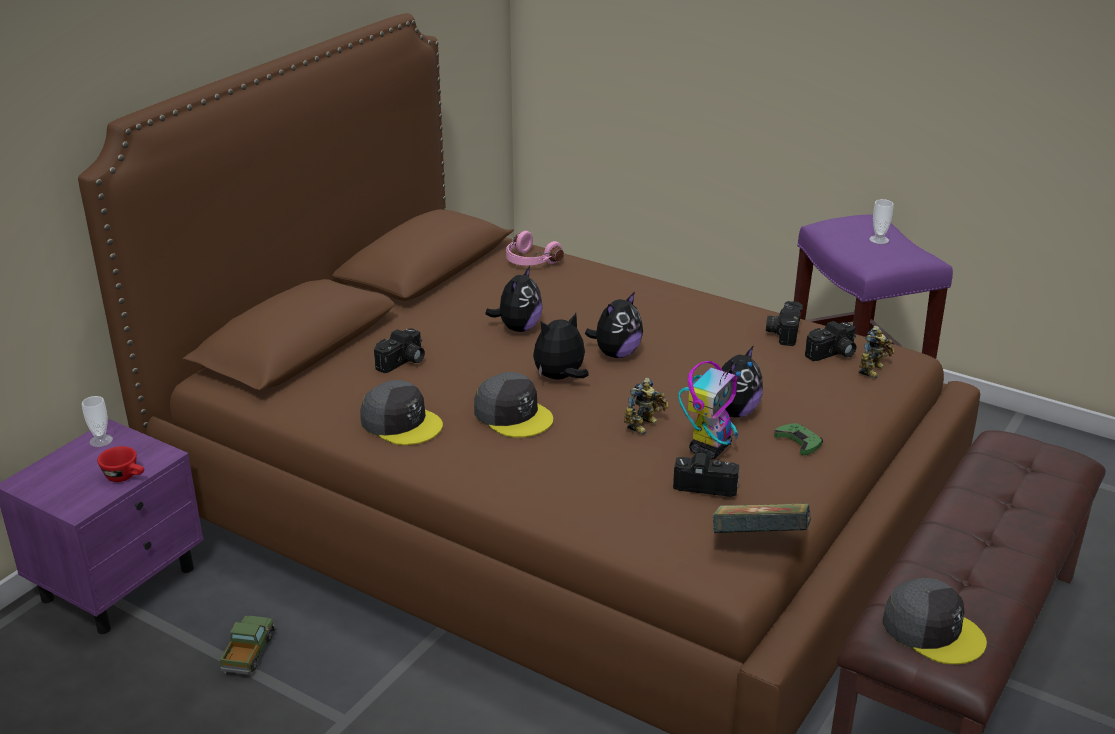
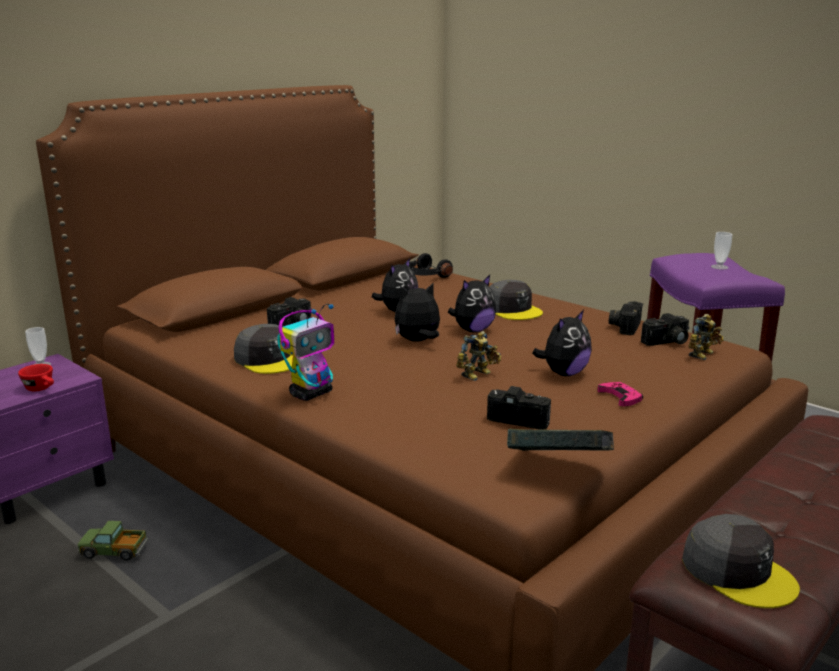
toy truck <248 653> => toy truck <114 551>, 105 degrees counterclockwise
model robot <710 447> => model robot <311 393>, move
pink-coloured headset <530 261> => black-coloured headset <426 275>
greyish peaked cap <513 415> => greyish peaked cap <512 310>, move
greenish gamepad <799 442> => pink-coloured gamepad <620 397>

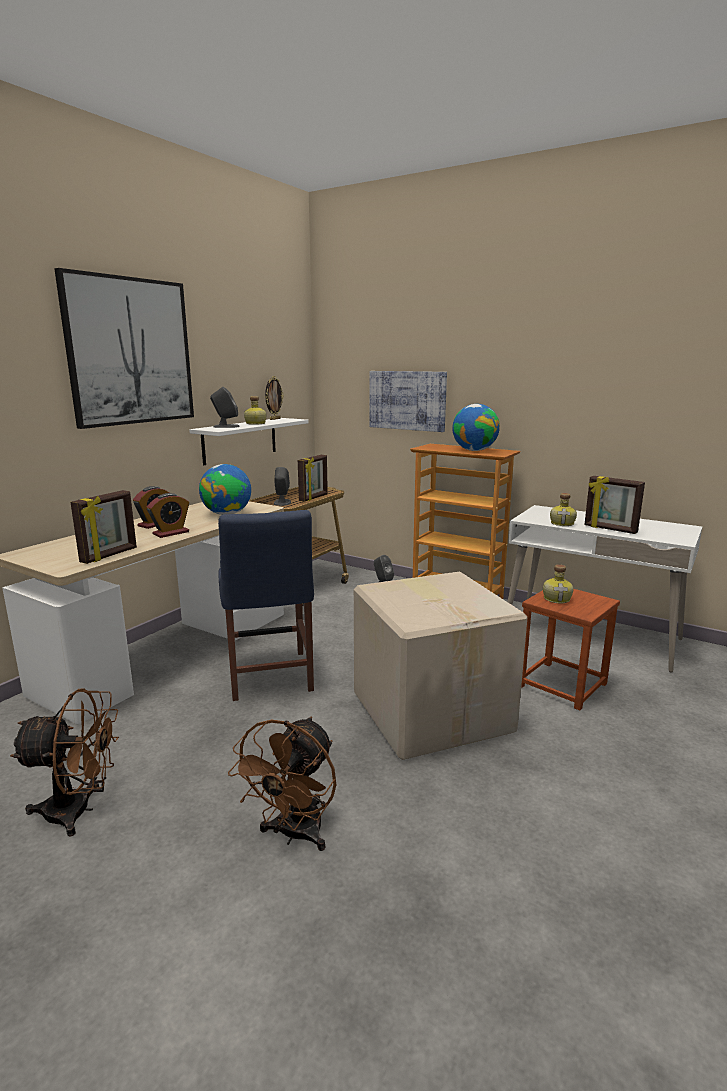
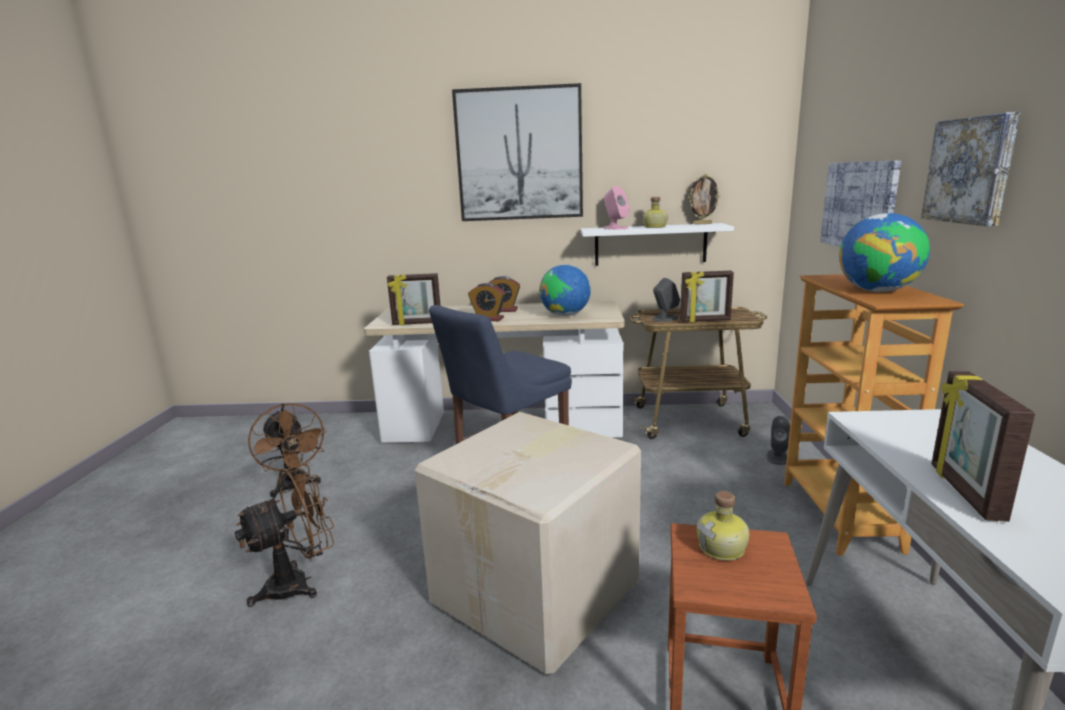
brown-coloured electric fan <294 835> => brown-coloured electric fan <299 583>, 150 degrees clockwise
greyish speaker <226 426> => pink-coloured speaker <615 228>
nothing => picture <971 170>
bottle <563 523> => nothing

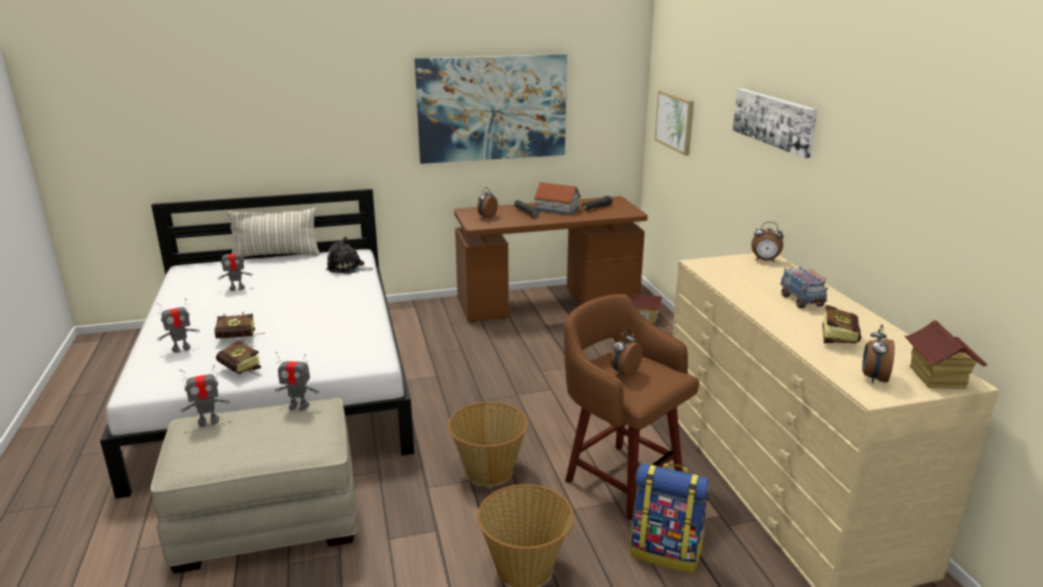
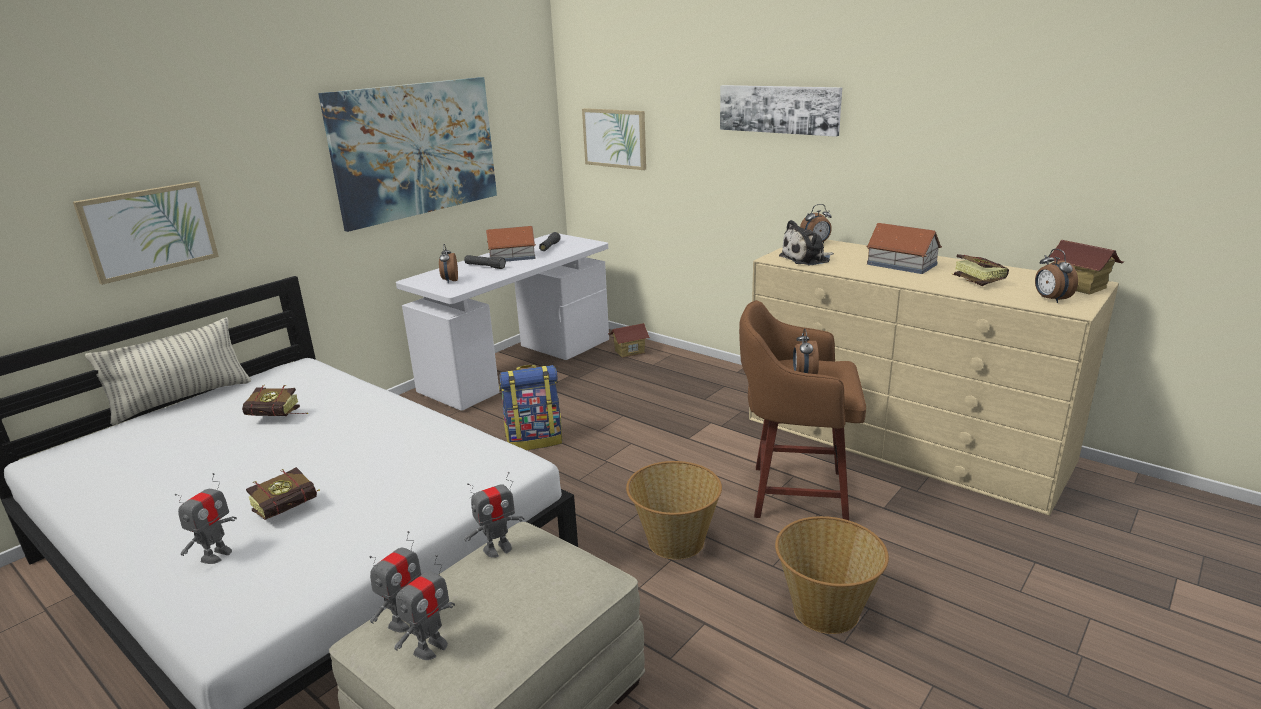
nothing => picture <149 230>
volume <242 371> => volume <279 417>, move
model robot <237 288> => model robot <430 647>, move
brown-coloured desk table <548 302> => whitish desk table <519 366>
backpack <666 552> => backpack <534 440>, move
soft toy <348 268> => soft toy <807 259>, move
toy truck <801 301> => toy house <901 264>

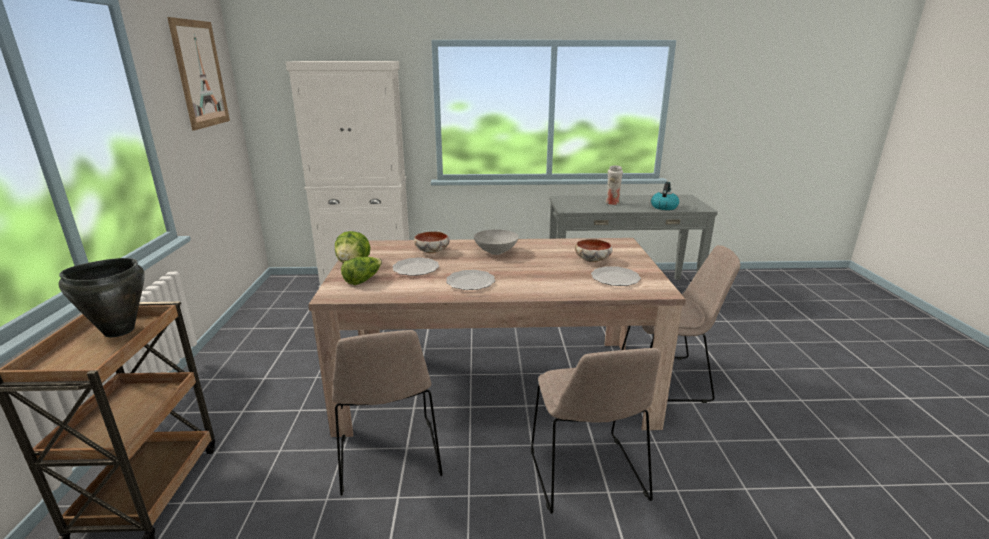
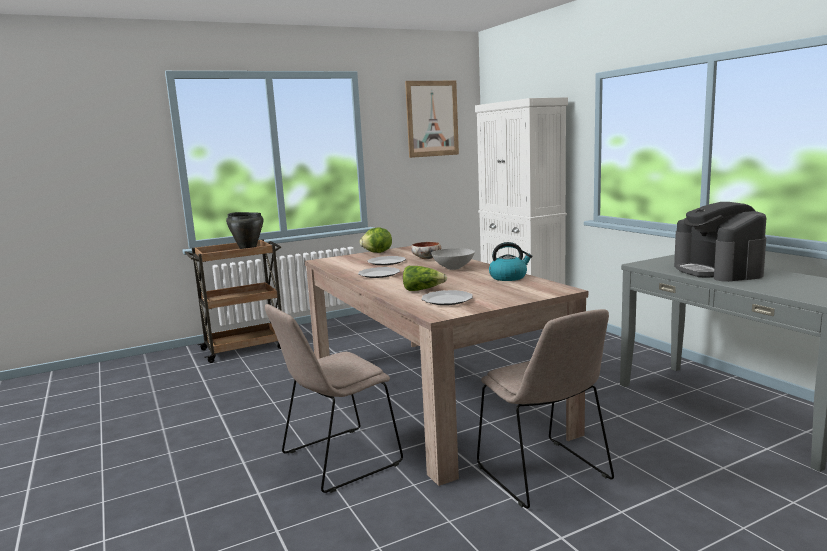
lettuce <363 280> => lettuce <422 290>, move
kettle <664 207> => kettle <508 277>, move
whitish decorative vase <612 203> => coffee machine <717 271>
beige-coloured upright chair <389 458> => nothing
deep dish <593 260> => nothing

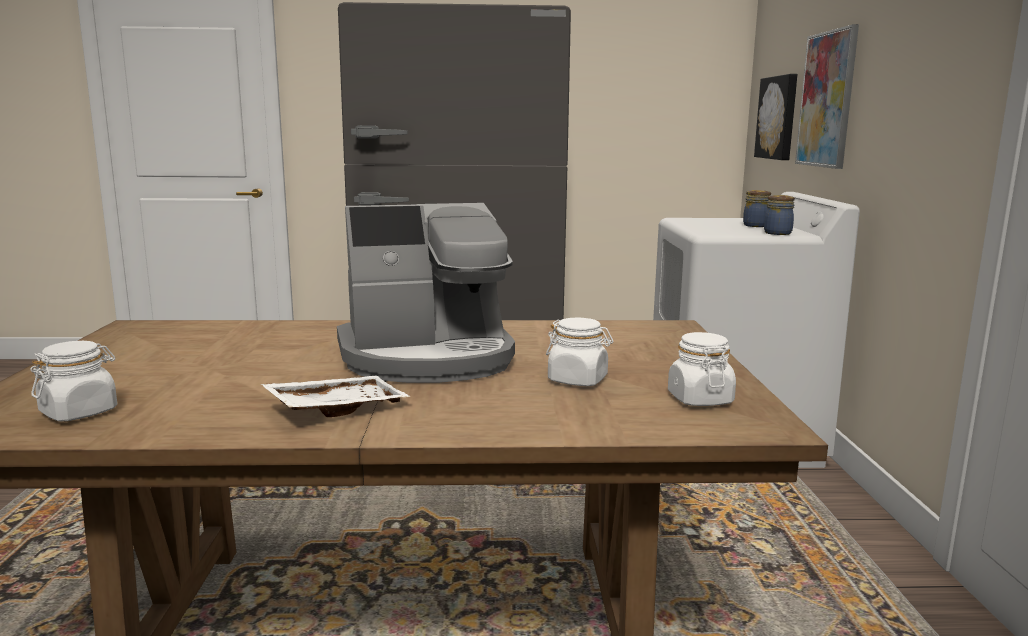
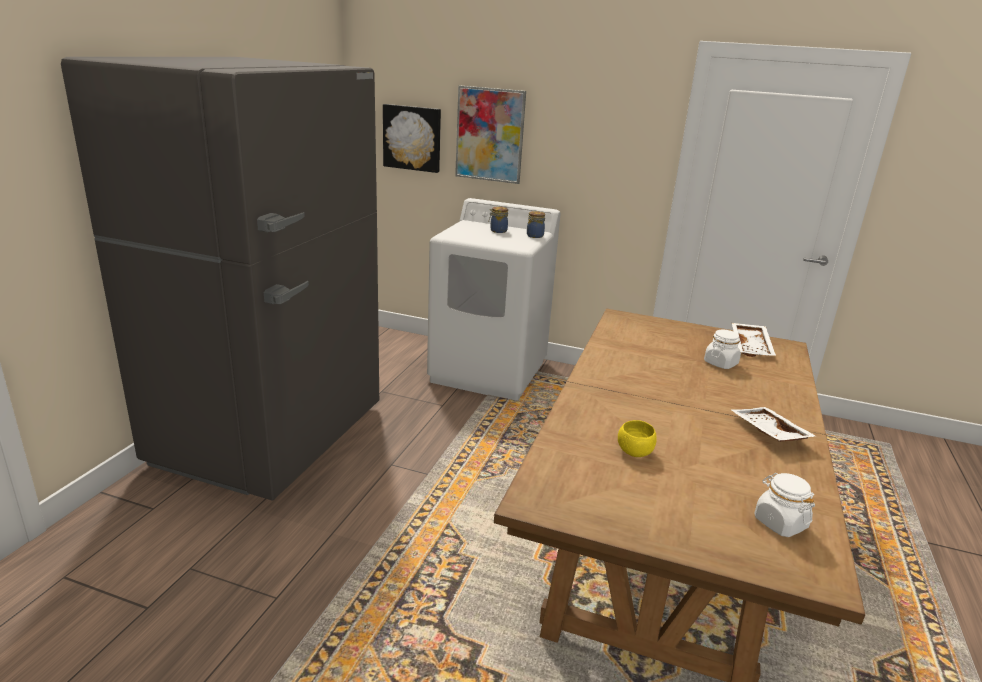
nothing => yellowish deep dish <634 452>
whitish preserve jar <699 399> => whitish serving tray <752 347>
coffee machine <428 357> => nothing

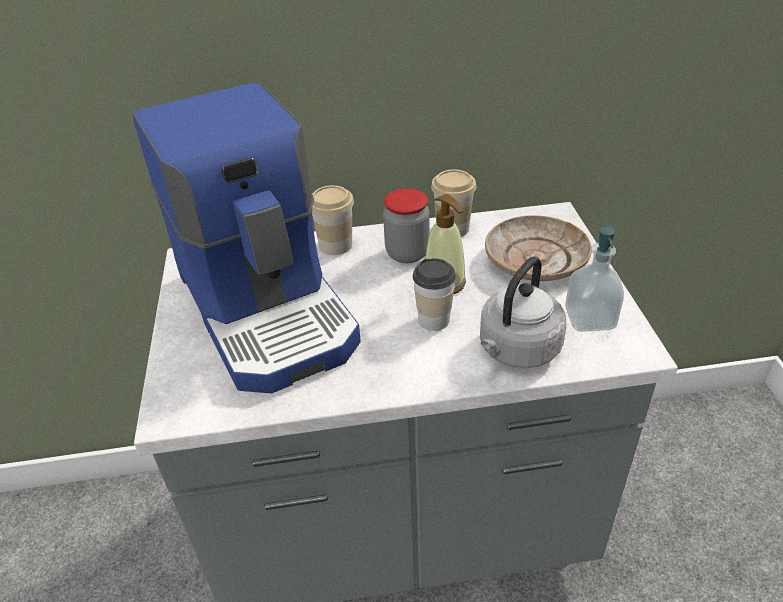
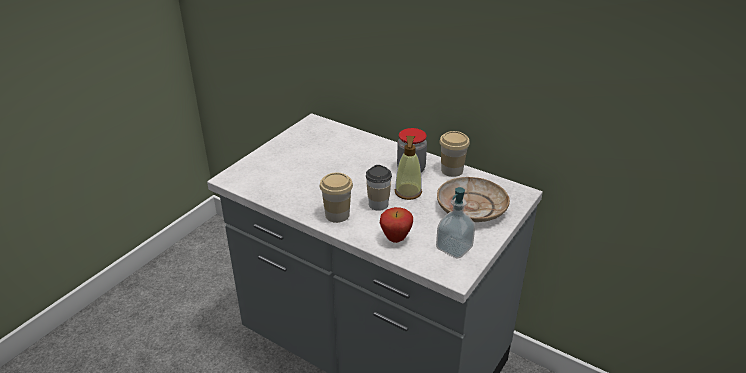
drinking cup <335 245> => drinking cup <337 215>, move
greyish kettle <517 351> => apple fruit <395 239>
coffee machine <269 308> => nothing

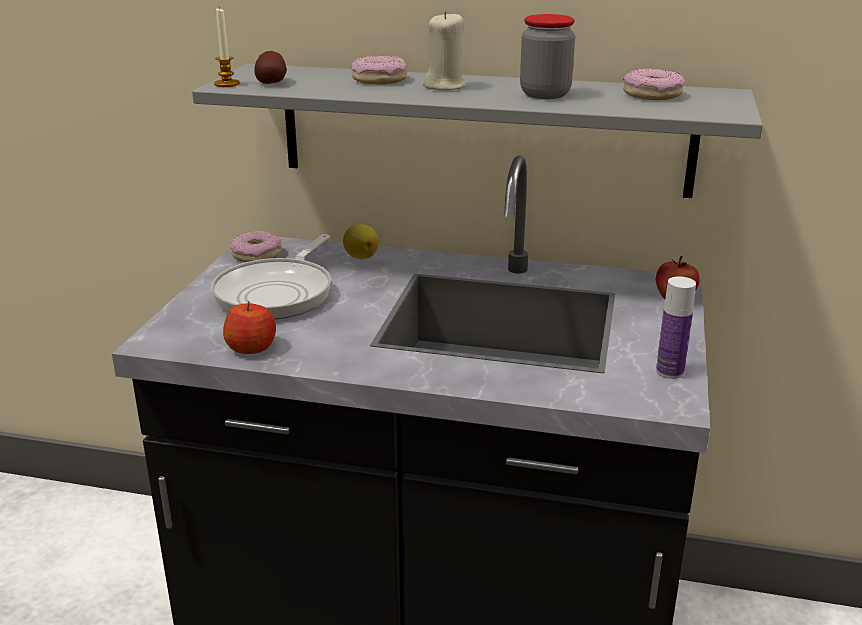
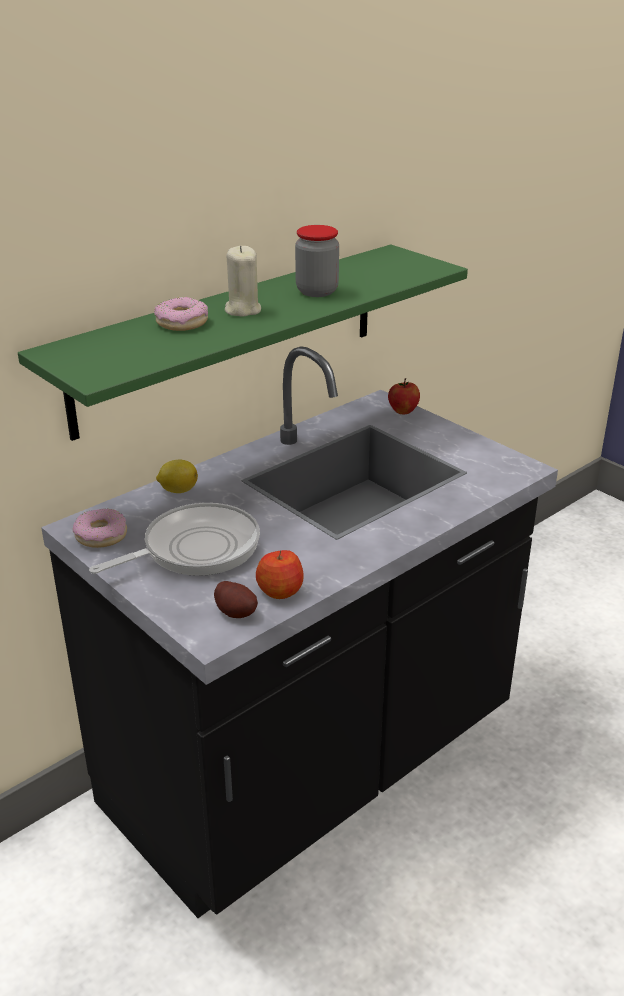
greyish bracket shelf <483 129> => greenish bracket shelf <231 337>
skillet <278 293> => skillet <195 549>, 90 degrees counterclockwise
spud <272 83> => spud <236 612>, move
candle <227 84> => nothing
donut <652 94> => nothing
bottle <669 372> => nothing

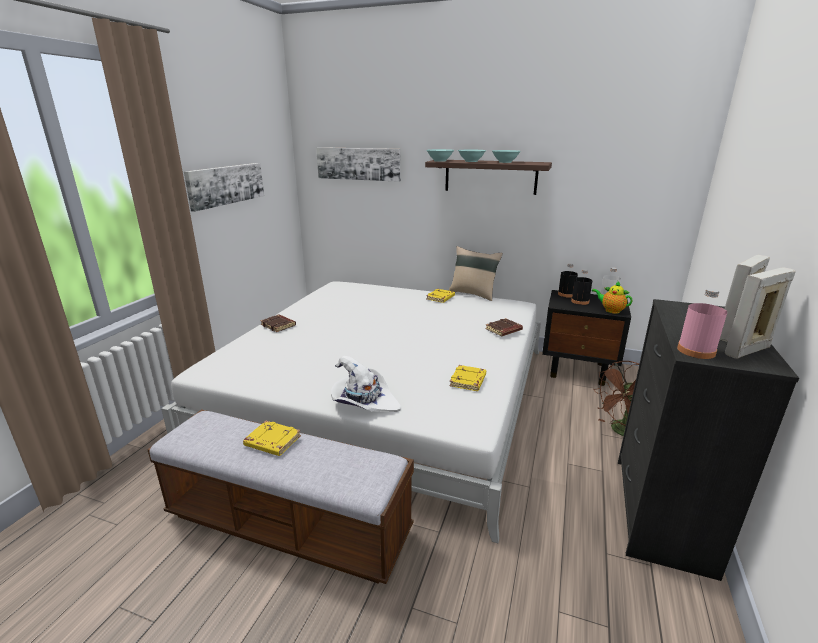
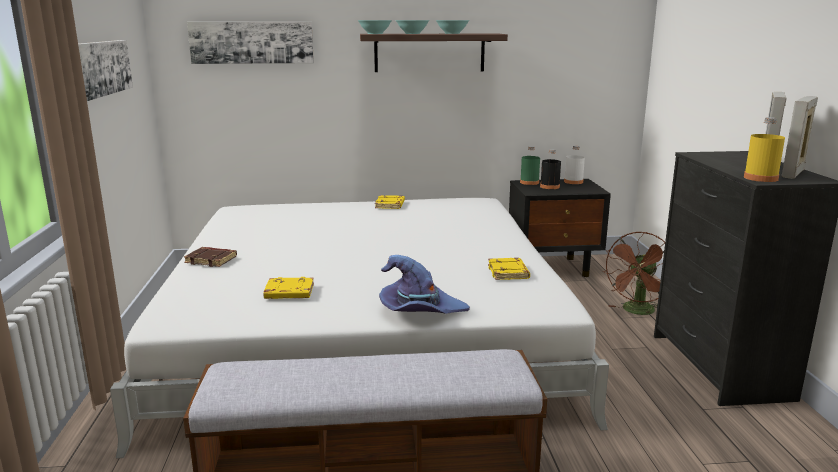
yellowish volume <271 442> => yellowish volume <288 293>, move
whitish hat <364 401> => purplish hat <420 310>
black-coloured bottle <566 294> => greenish bottle <529 182>
pink-coloured bottle <696 351> => yellowish bottle <760 178>
beige-coloured throw pillow <473 294> => nothing
brown-coloured volume <503 330> => nothing
teapot <610 310> => nothing

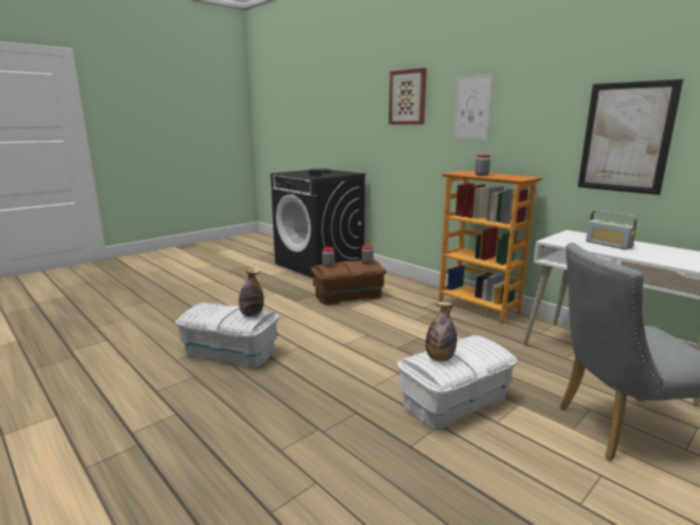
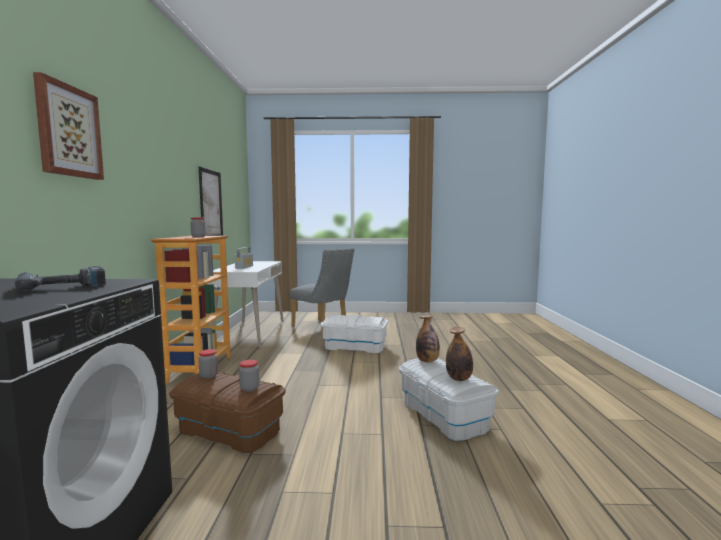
bottle <439 358> => bottle <459 379>, move
picture <472 107> => nothing

